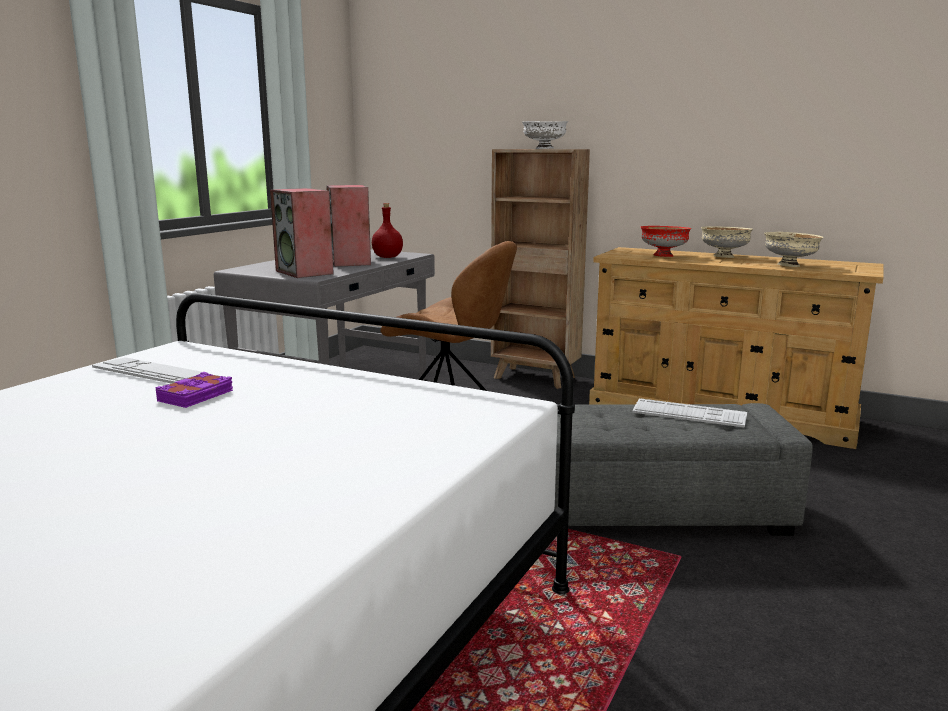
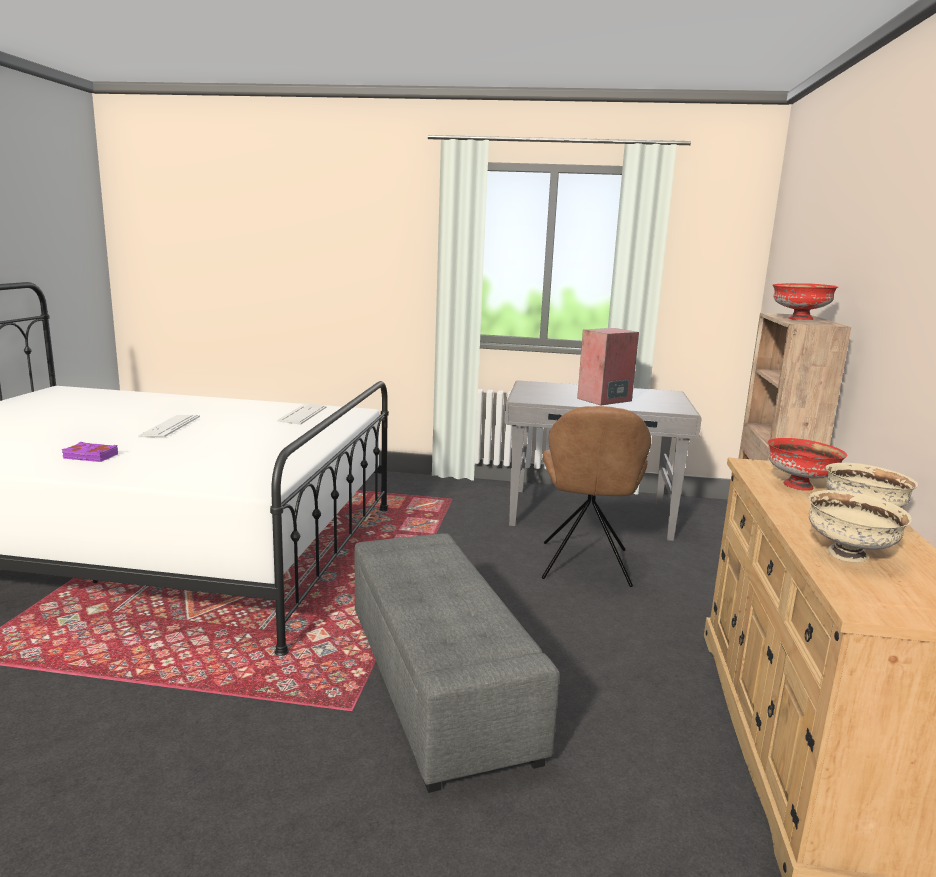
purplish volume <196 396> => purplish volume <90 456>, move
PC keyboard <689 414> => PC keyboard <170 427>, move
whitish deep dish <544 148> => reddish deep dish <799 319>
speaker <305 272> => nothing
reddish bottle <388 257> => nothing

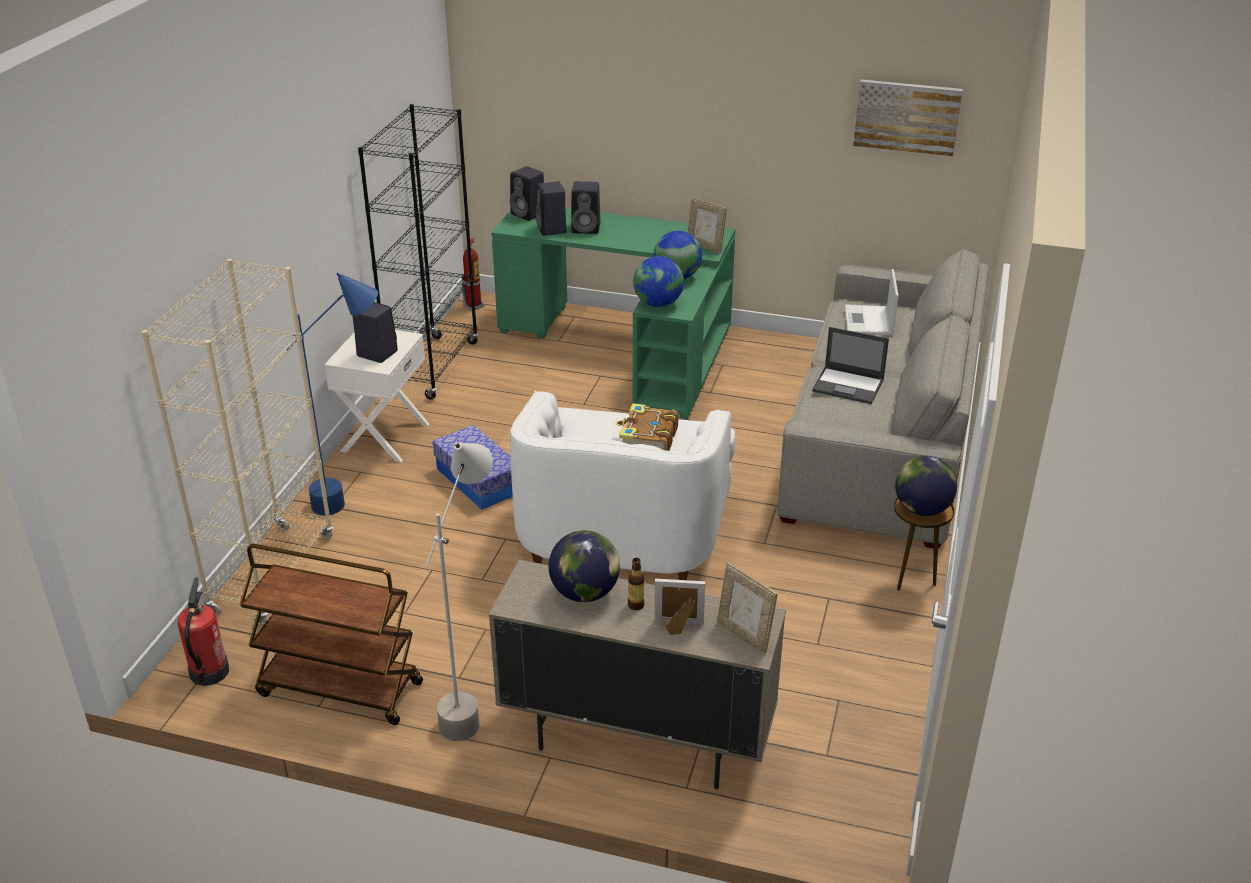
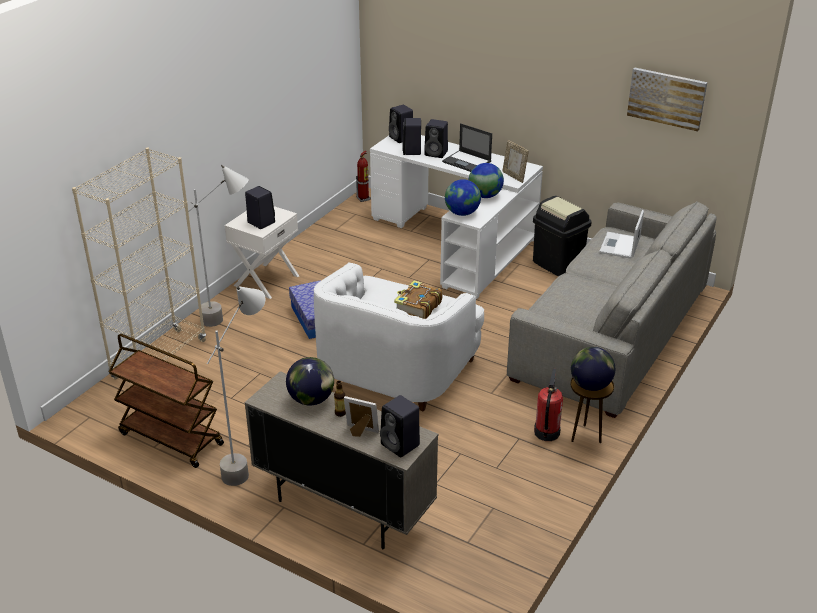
bluish standing lamp <356 500> => greyish standing lamp <230 320>
greenish desk table <630 346> => whitish desk table <459 241>
picture frame <744 635> => black-coloured speaker <401 445>
portable computer <849 386> => portable computer <467 162>, move
nothing => black-coloured rubbish bin <557 263>
extinguisher <209 672> => extinguisher <546 433>, move
black-coloured bookcase <433 367> => nothing

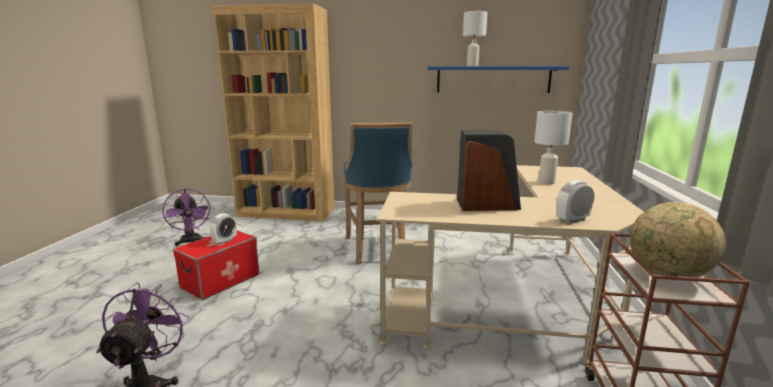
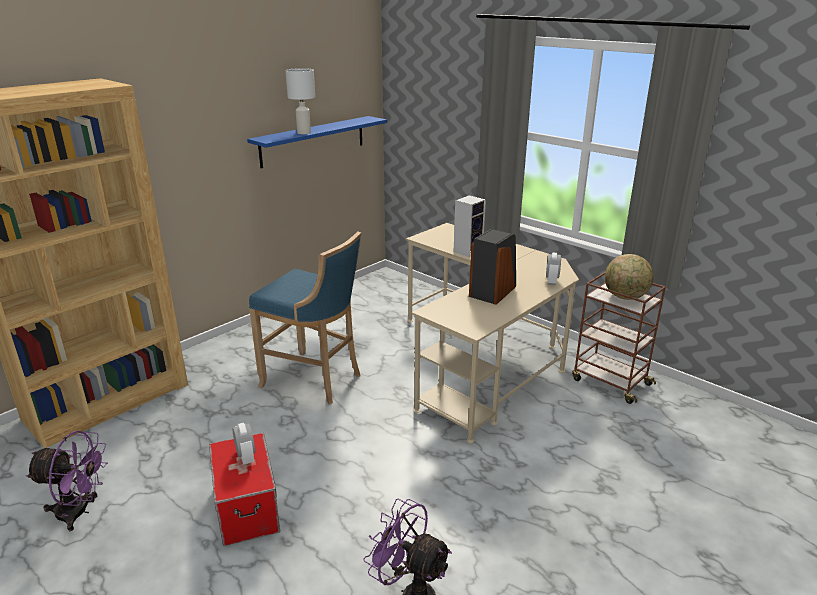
whitish tabletop lamp <547 182> => speaker <468 251>

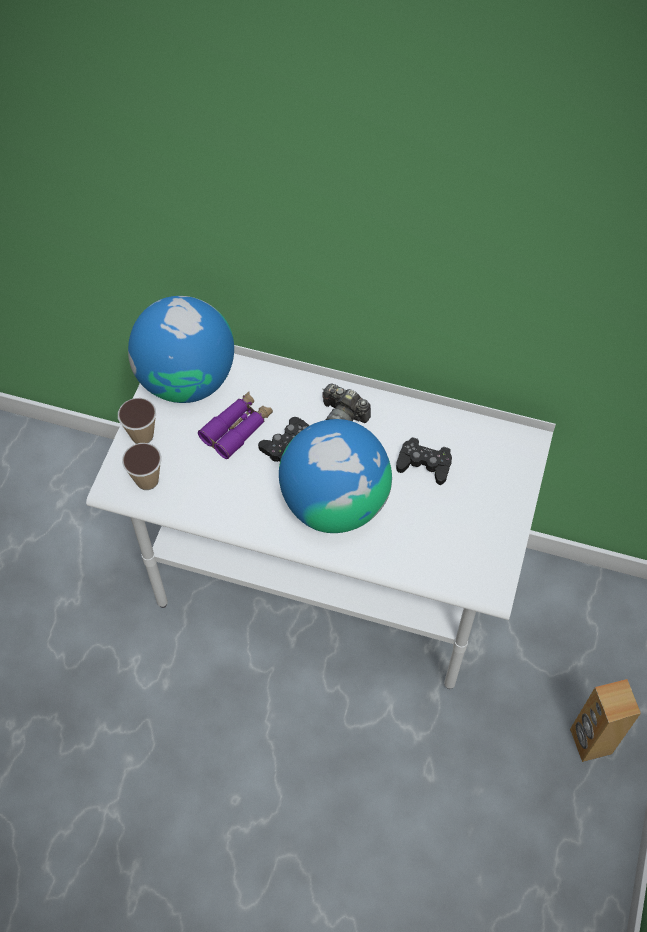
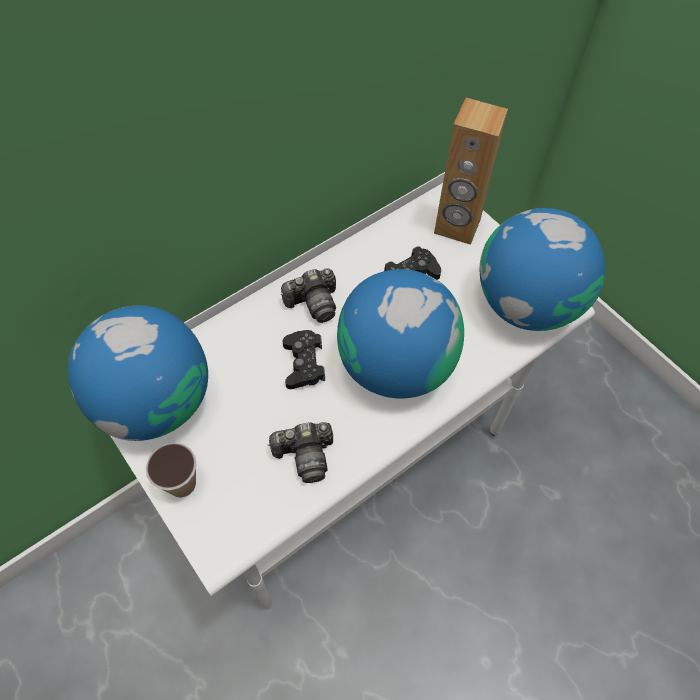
nothing => still camera <305 455>
brown-coloured speaker <590 741> => brown-coloured speaker <457 227>, move
nothing => globe <526 303>
drinking cup <147 480> => nothing
purplish binoculars <237 428> => nothing

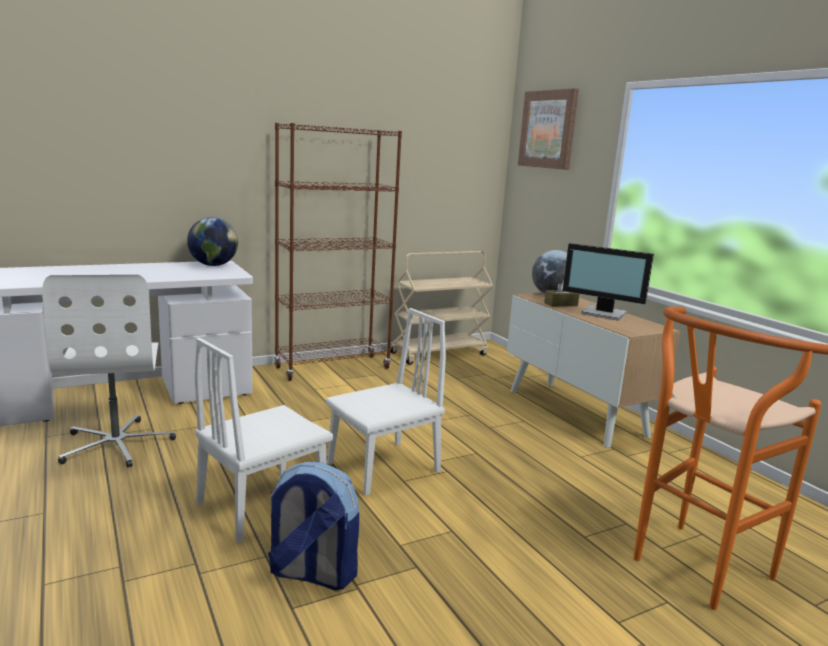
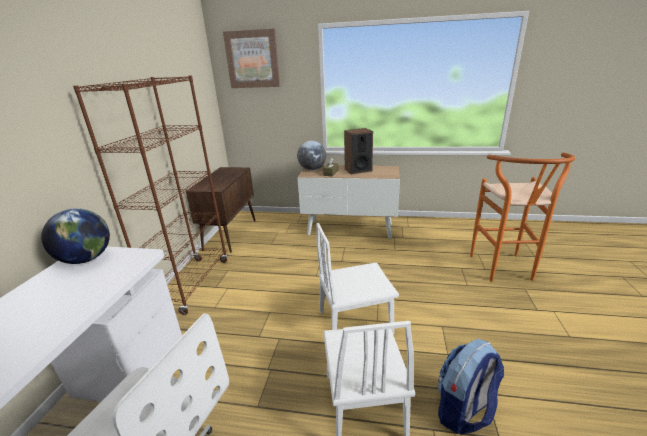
beige-coloured wheeled cart <439 353> => brown-coloured storage cabinet <231 234>
whitish upright chair <383 467> => whitish upright chair <355 322>, 105 degrees counterclockwise
monitor <604 314> => speaker <358 170>

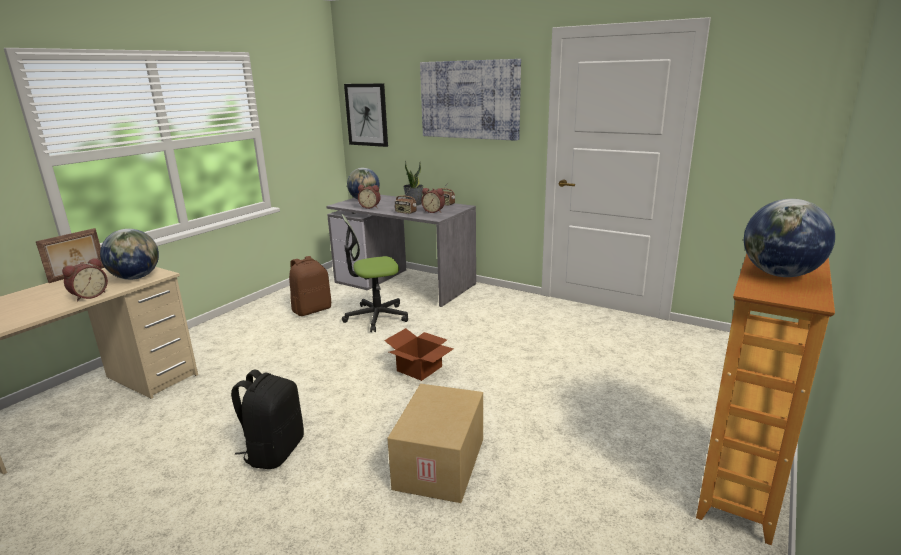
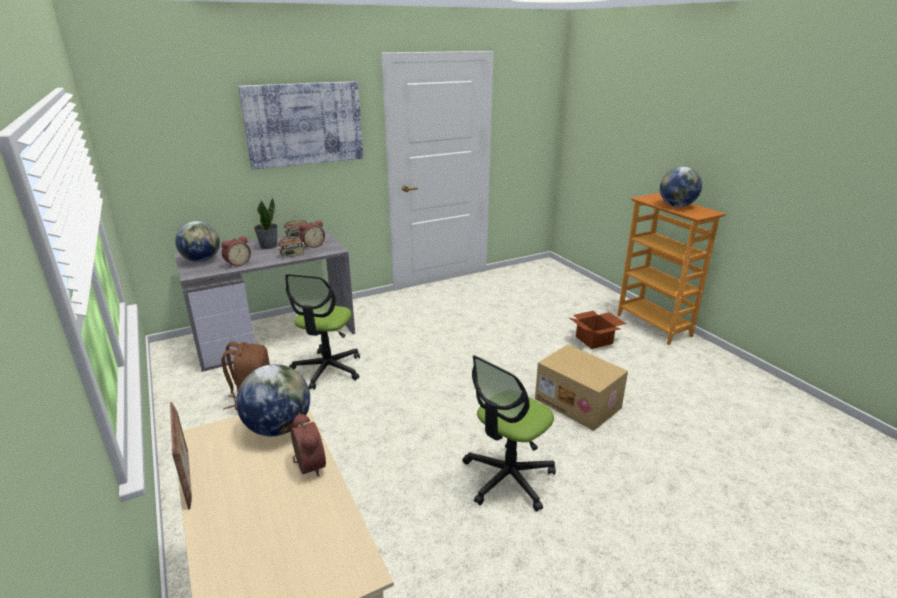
black-coloured backpack <274 451> => desk chair <508 478>
cardboard box <420 369> => cardboard box <595 340>, move
picture <367 115> => nothing

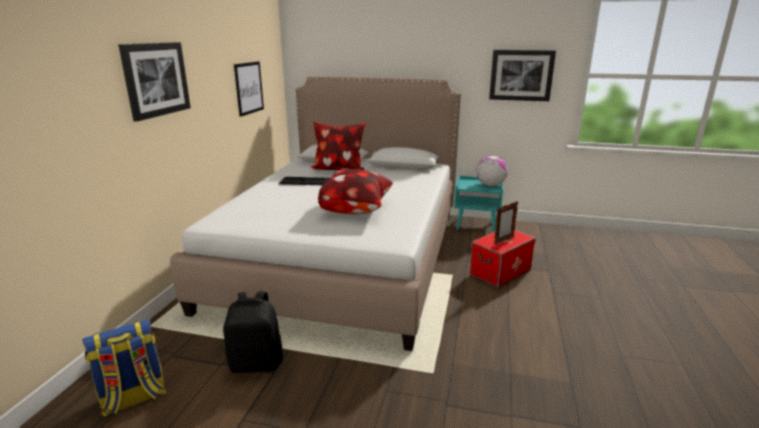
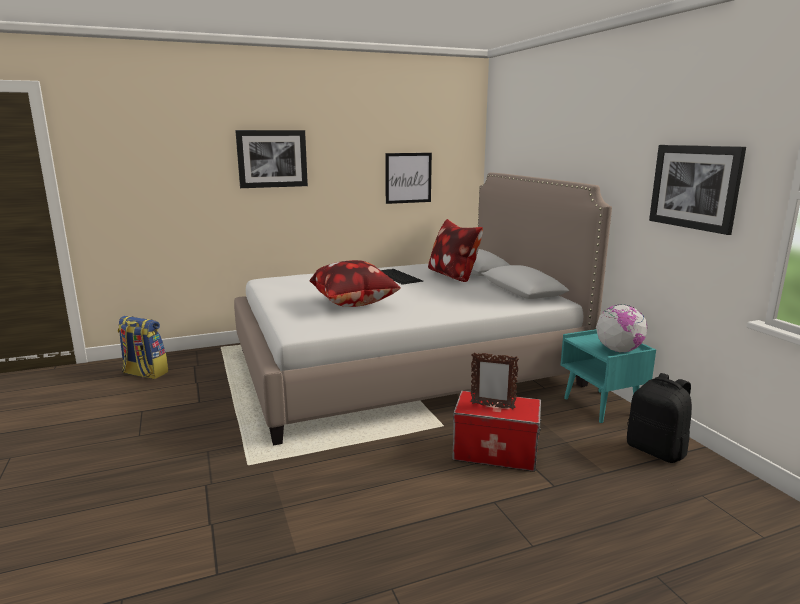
black-coloured backpack <256 363> => black-coloured backpack <656 450>, move

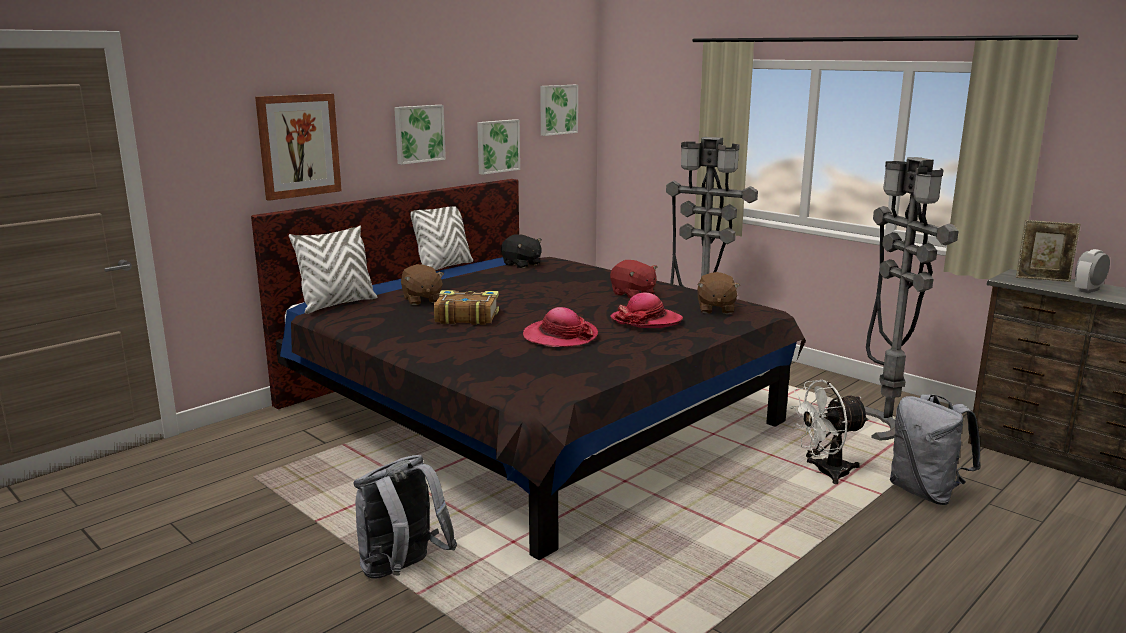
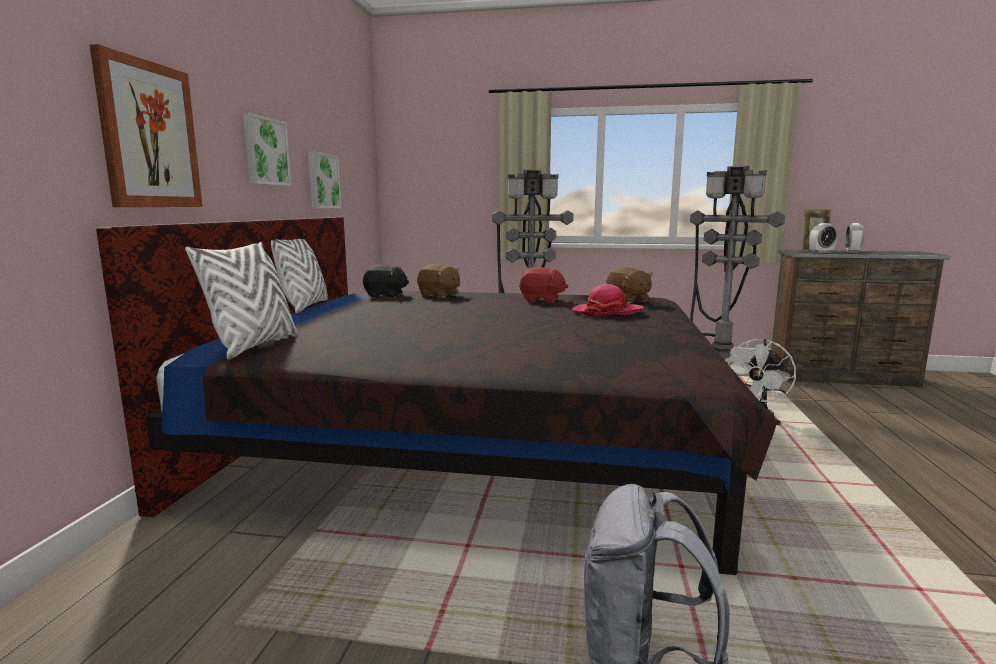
brown-coloured soft toy <421 300> => brown-coloured soft toy <439 295>, move
nothing => alarm clock <821 252>
volume <466 317> => nothing
hat <560 336> => nothing
picture <557 109> => nothing
greyish backpack <926 493> => nothing

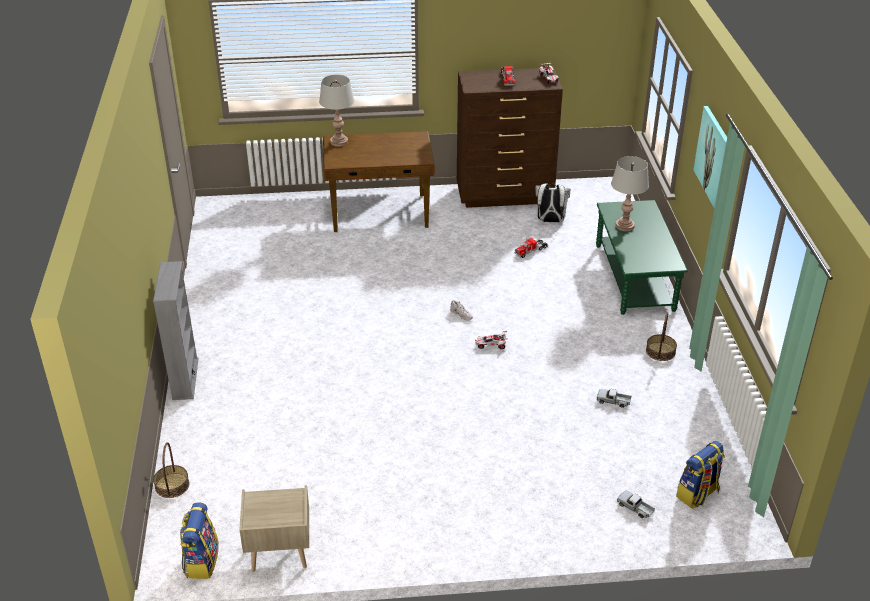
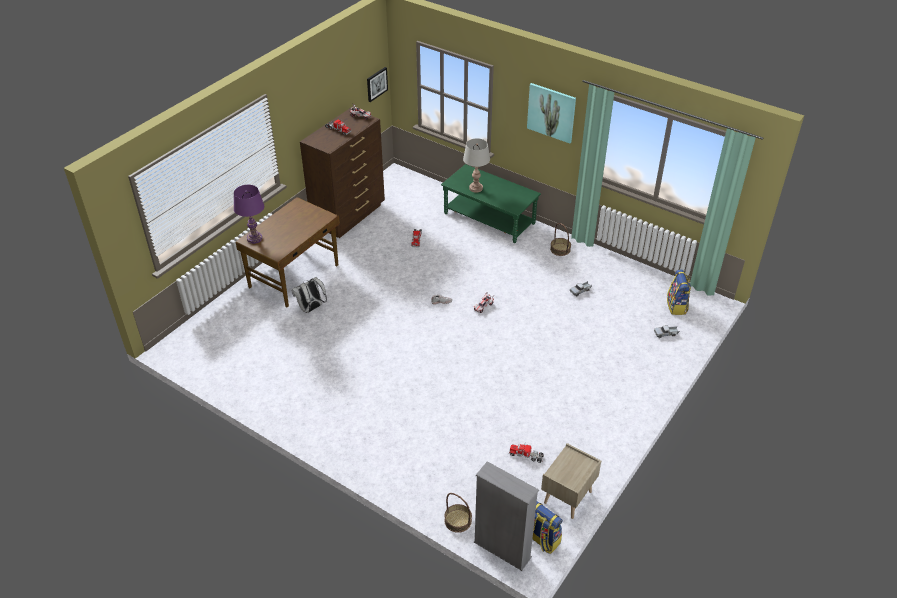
greyish tabletop lamp <339 142> => purplish tabletop lamp <254 239>
whitish backpack <550 221> => whitish backpack <311 308>, move
nothing => picture <376 84>
greyish bookcase <185 379> => greyish bookcase <502 550>, move
nothing => toy truck <526 455>

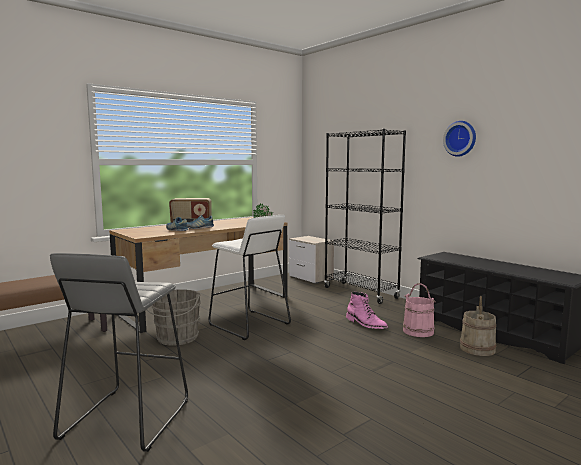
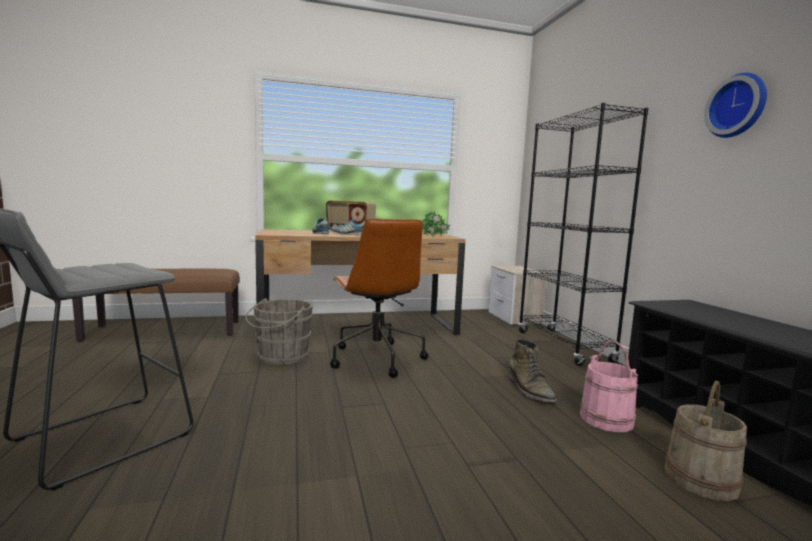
whitish sitting stool <249 325> => brown-coloured desk chair <375 358>
pink-coloured high-top boot <366 324> => greenish high-top boot <529 390>

